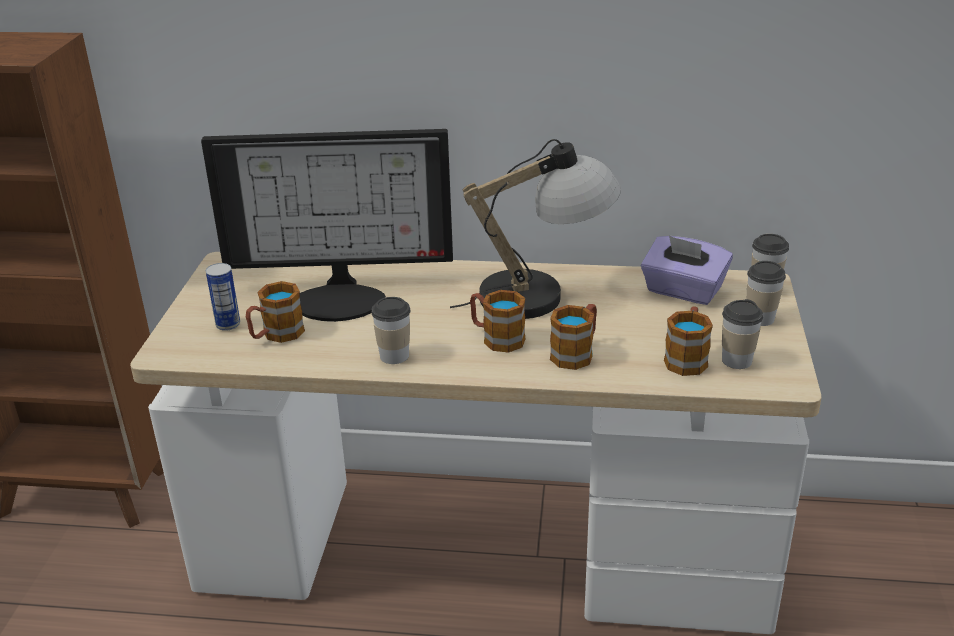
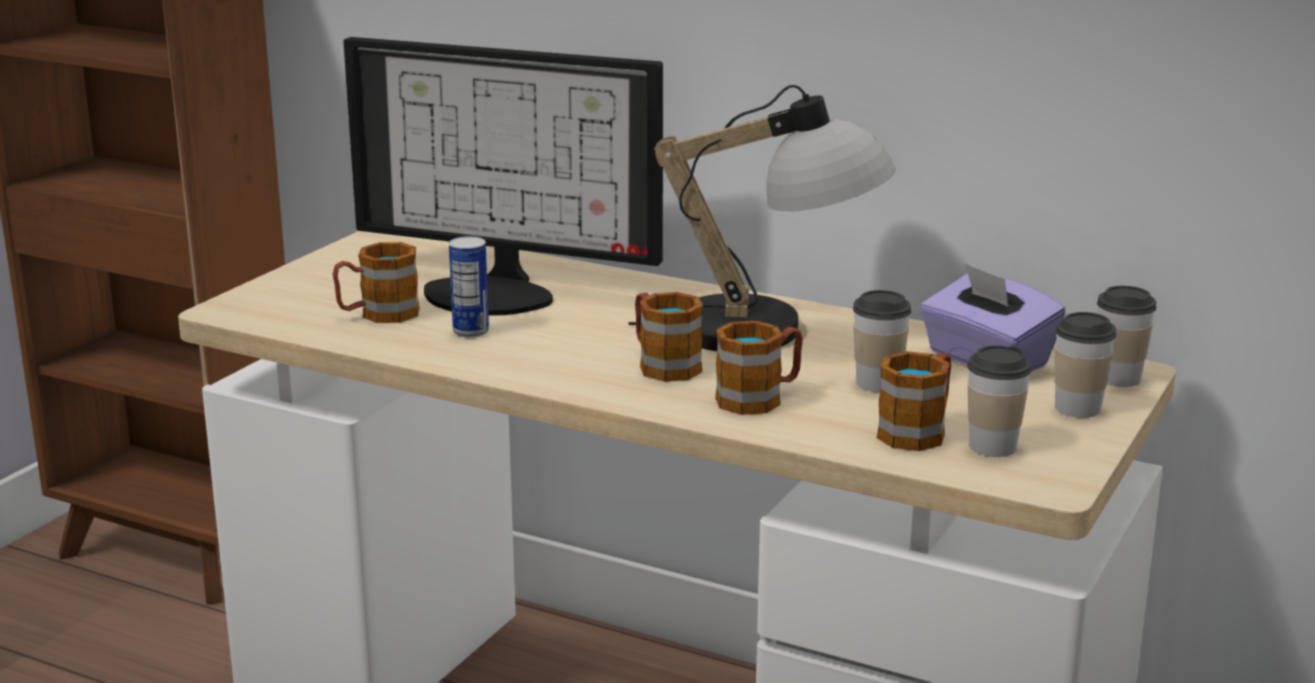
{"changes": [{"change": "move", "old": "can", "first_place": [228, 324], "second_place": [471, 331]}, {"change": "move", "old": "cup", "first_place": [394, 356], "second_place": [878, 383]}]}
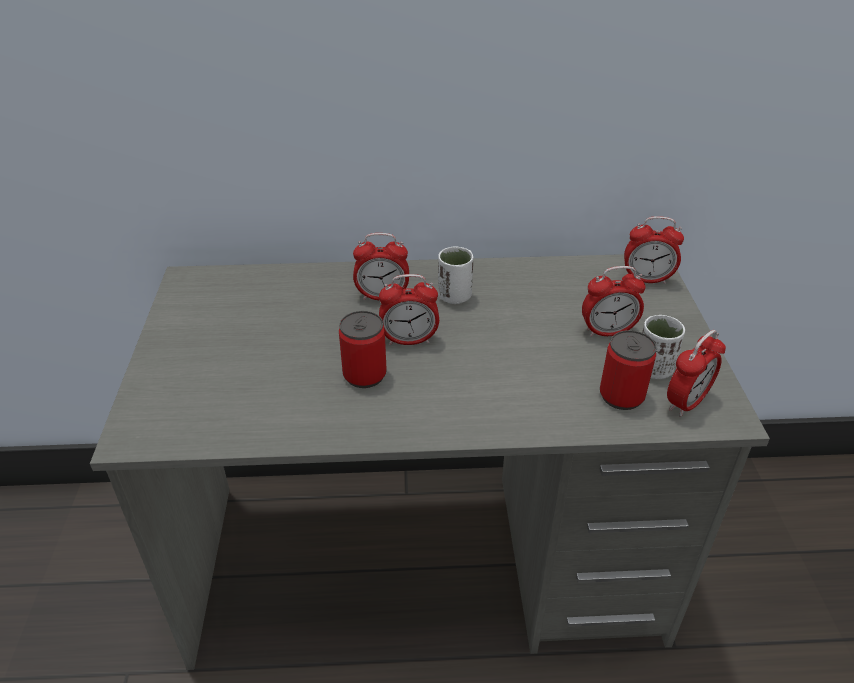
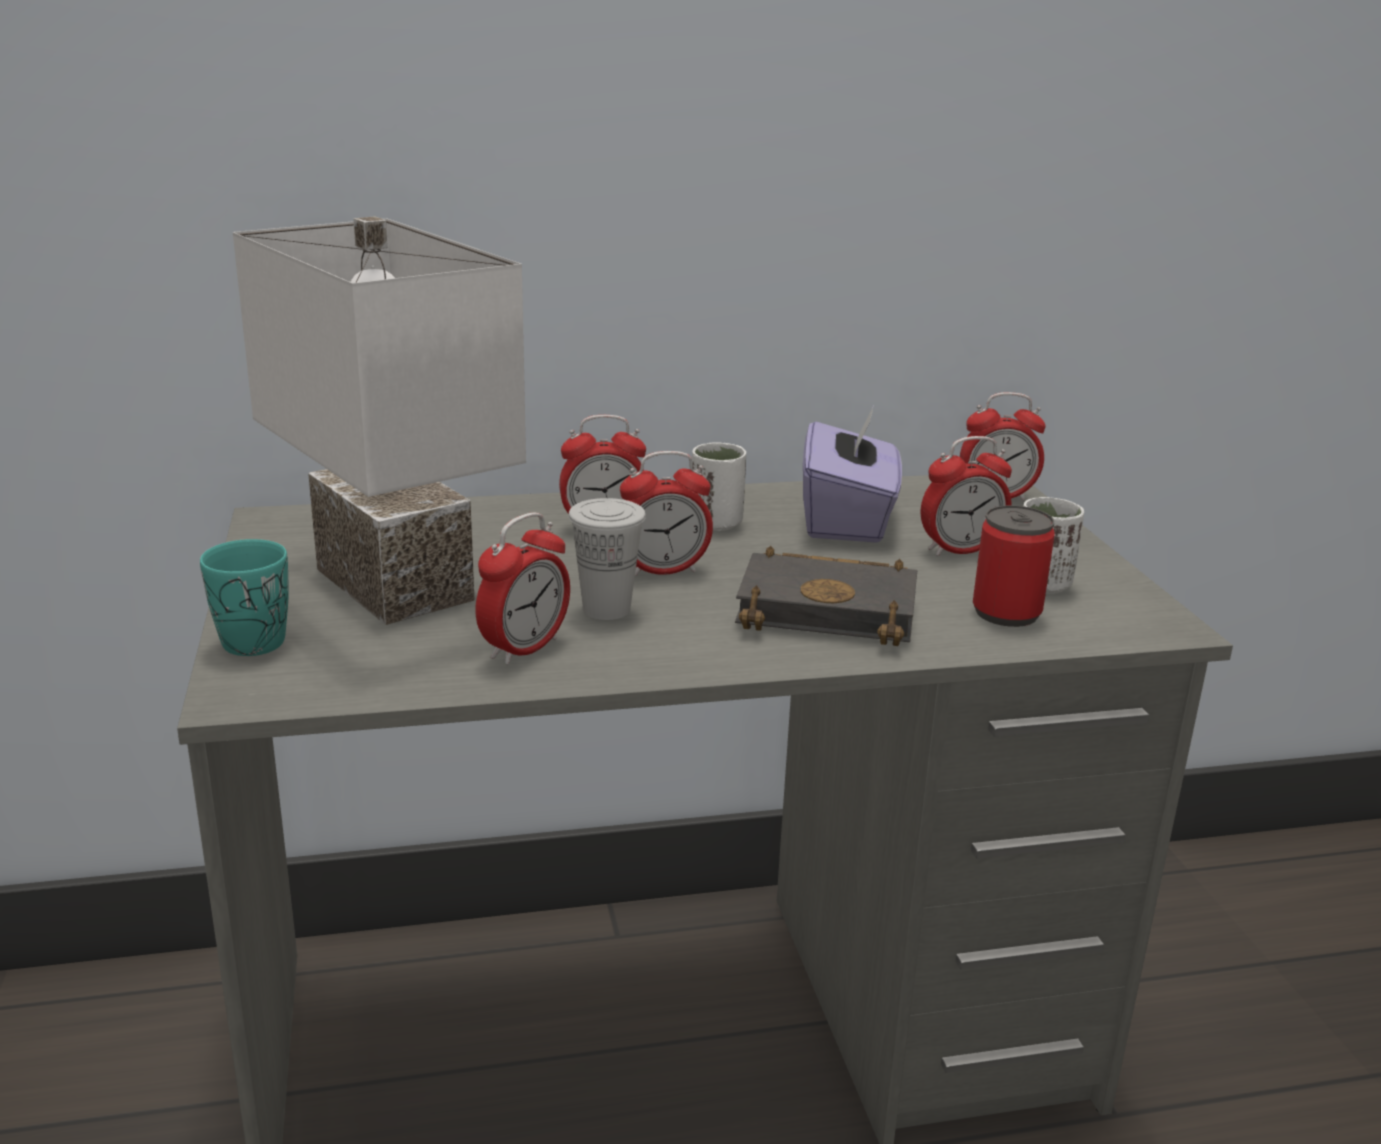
{"changes": [{"change": "insert", "new": "turquoise mug", "second_place": [255, 636]}, {"change": "insert", "new": "white table lamp", "second_place": [403, 583]}, {"change": "insert", "new": "black book", "second_place": [832, 609]}, {"change": "insert", "new": "purple tissue box", "second_place": [847, 520]}, {"change": "move", "old": "alarm clock", "first_place": [686, 402], "second_place": [524, 649]}, {"change": "replace", "old": "can", "new": "white cup", "first_place": [364, 375], "second_place": [606, 609]}]}
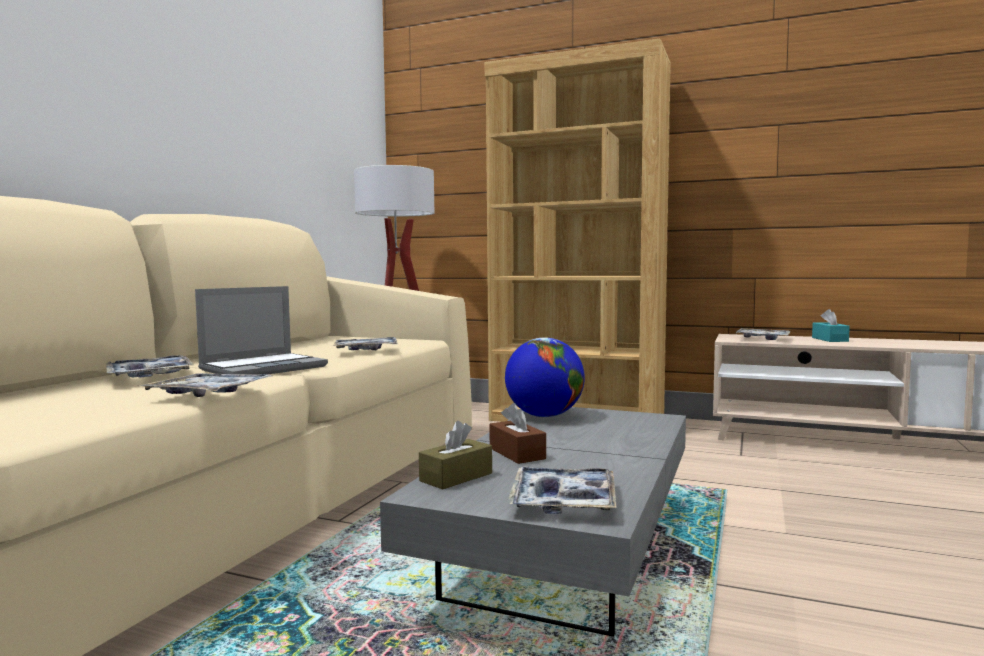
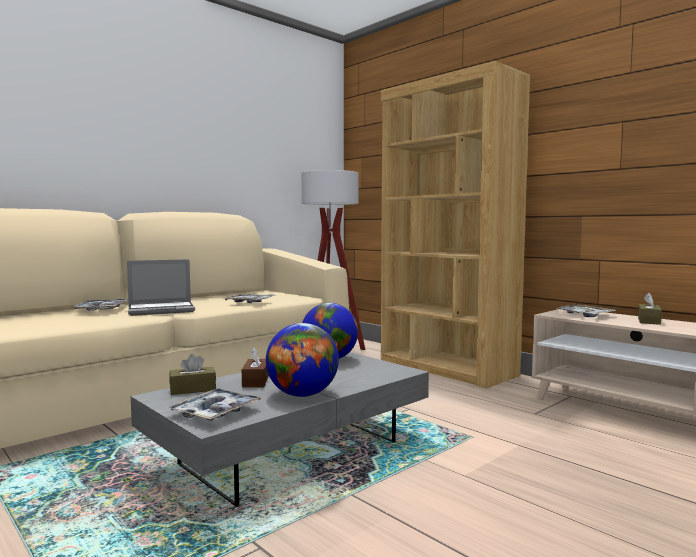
{"changes": [{"change": "delete", "old": "tray", "first_place": [208, 394]}, {"change": "insert", "new": "globe", "second_place": [302, 394]}, {"change": "recolor", "old": "turquoise tissue box", "new": "brown tissue box", "first_place": [829, 339], "second_place": [649, 321]}]}
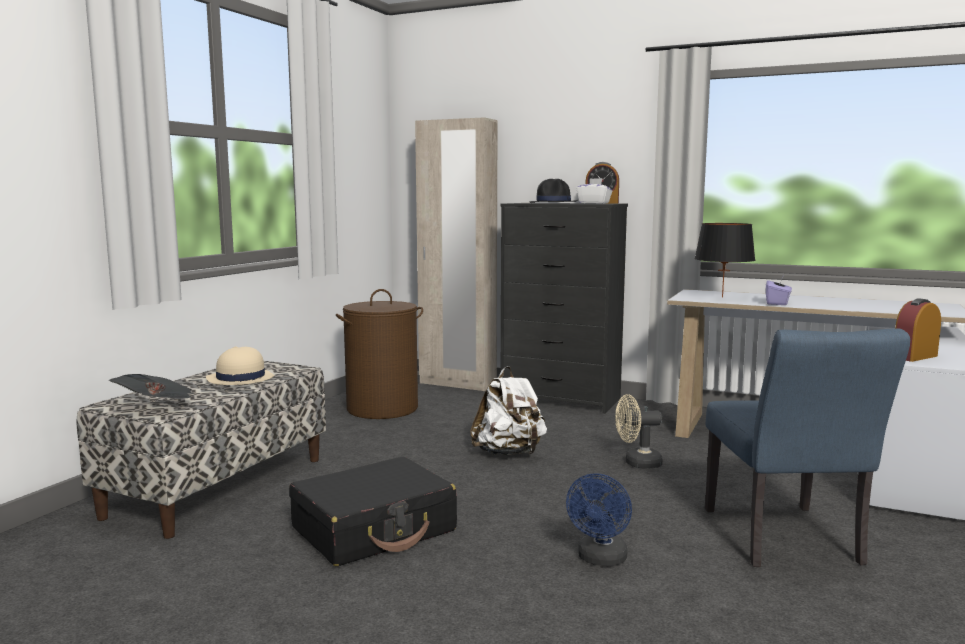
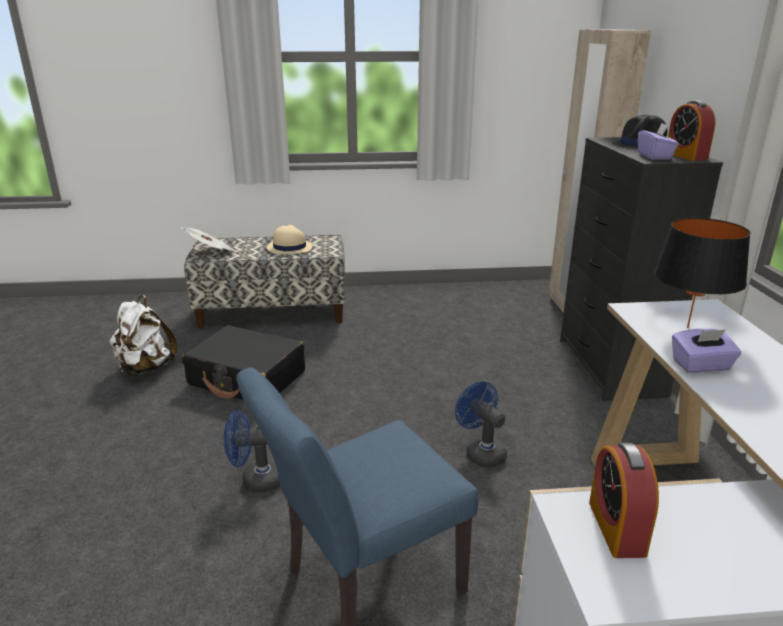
{"changes": [{"change": "delete", "old": "brown laundry basket", "first_place": [382, 409]}, {"change": "move", "old": "white backpack", "first_place": [509, 454], "second_place": [146, 368]}, {"change": "recolor", "old": "white tissue box", "new": "purple tissue box", "first_place": [594, 203], "second_place": [654, 156]}, {"change": "recolor", "old": "beige fan", "new": "blue fan", "first_place": [637, 463], "second_place": [481, 452]}, {"change": "rotate", "old": "alarm clock", "first_place": [915, 357], "second_place": [616, 528], "degrees": -120}]}
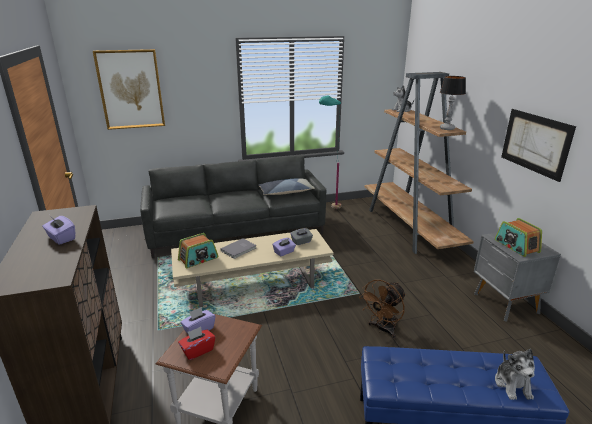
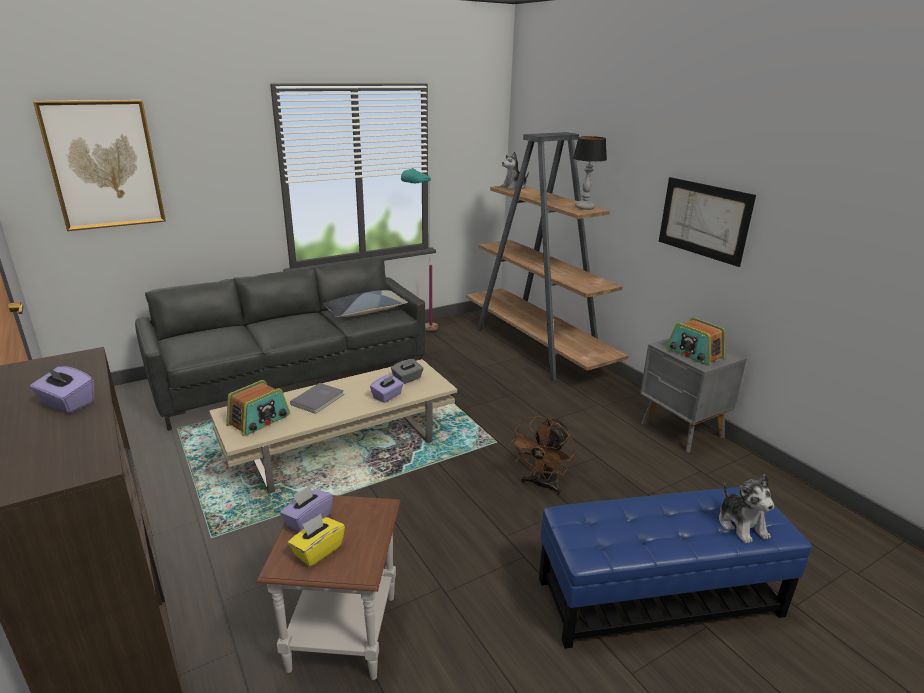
{"changes": [{"change": "recolor", "old": "red tissue box", "new": "yellow tissue box", "first_place": [198, 350], "second_place": [318, 551]}]}
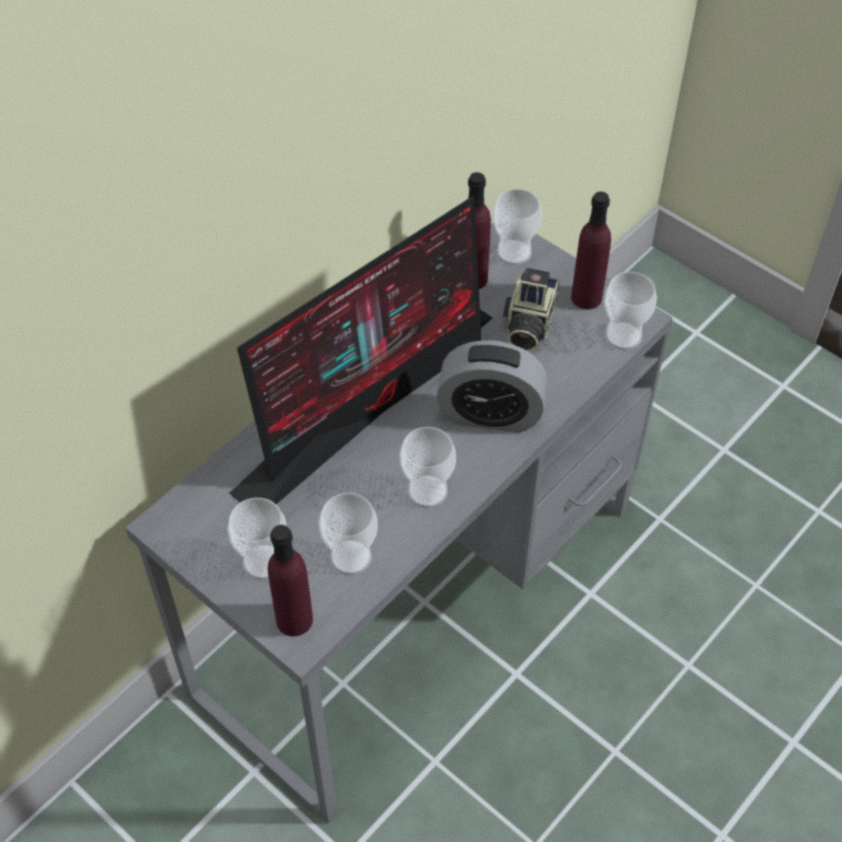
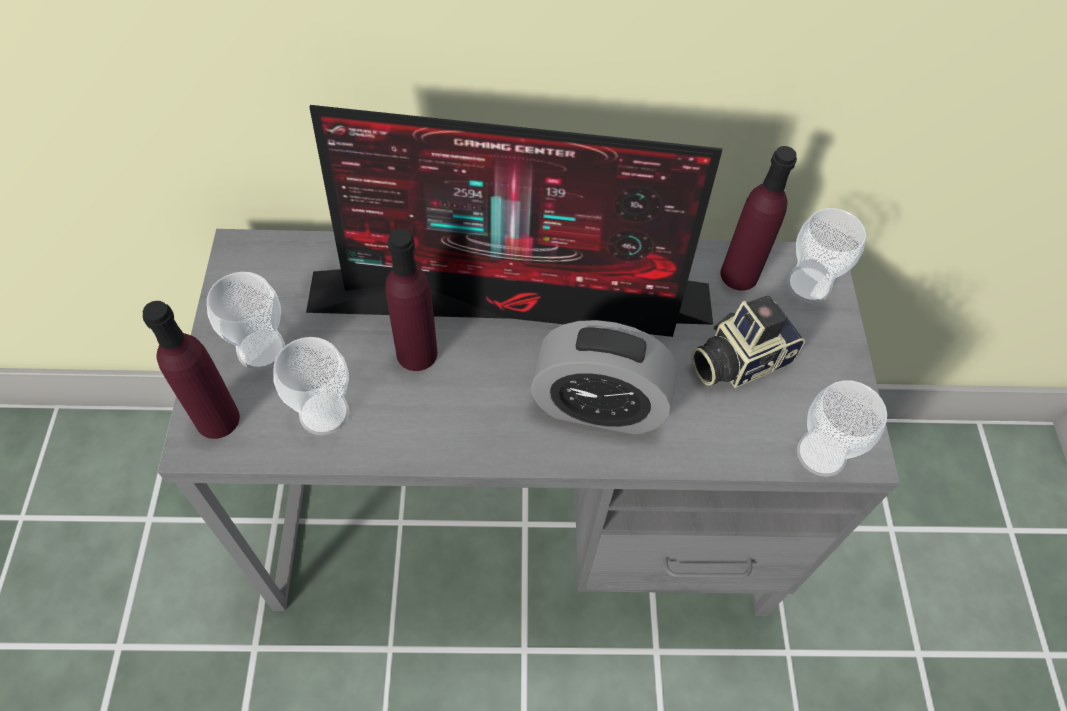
{"changes": [{"change": "delete", "old": "cup", "first_place": [427, 491]}, {"change": "move", "old": "purple bottle", "first_place": [586, 297], "second_place": [417, 353]}, {"change": "rotate", "old": "alarm clock", "first_place": [490, 414], "second_place": [598, 406], "degrees": -45}]}
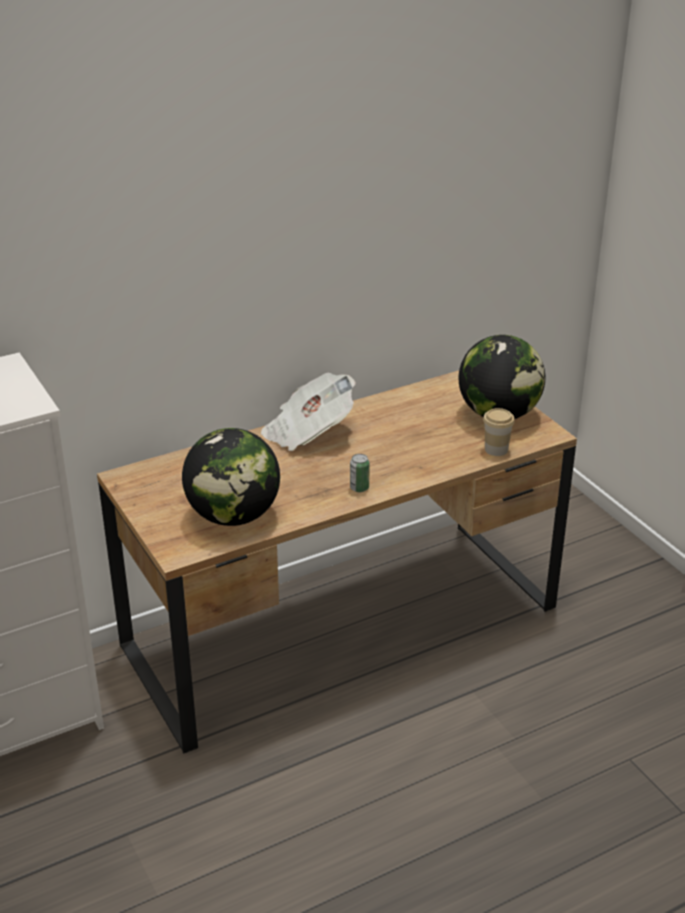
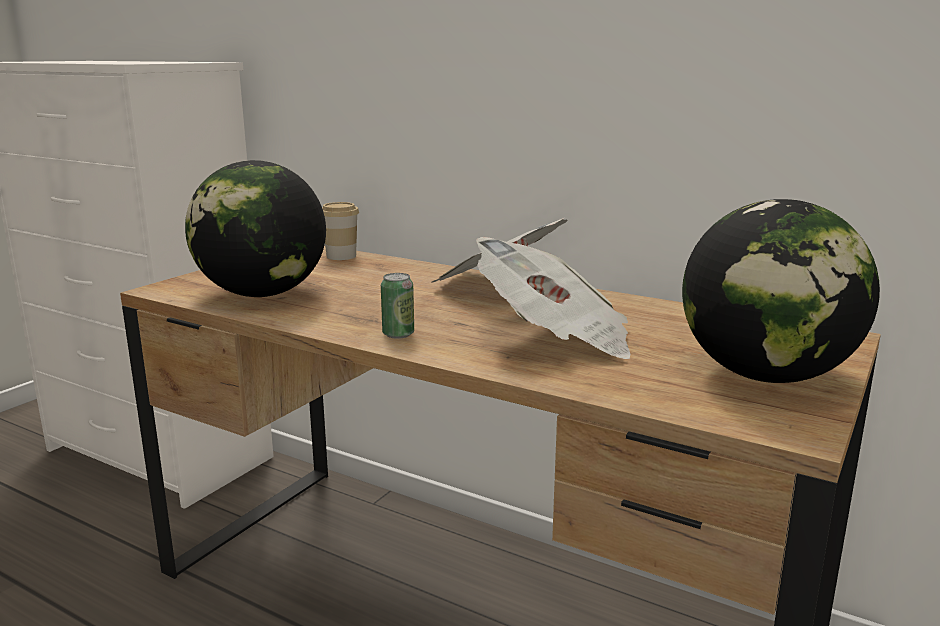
{"changes": [{"change": "insert", "new": "newspaper", "second_place": [556, 338]}, {"change": "move", "old": "cup", "first_place": [496, 449], "second_place": [341, 256]}]}
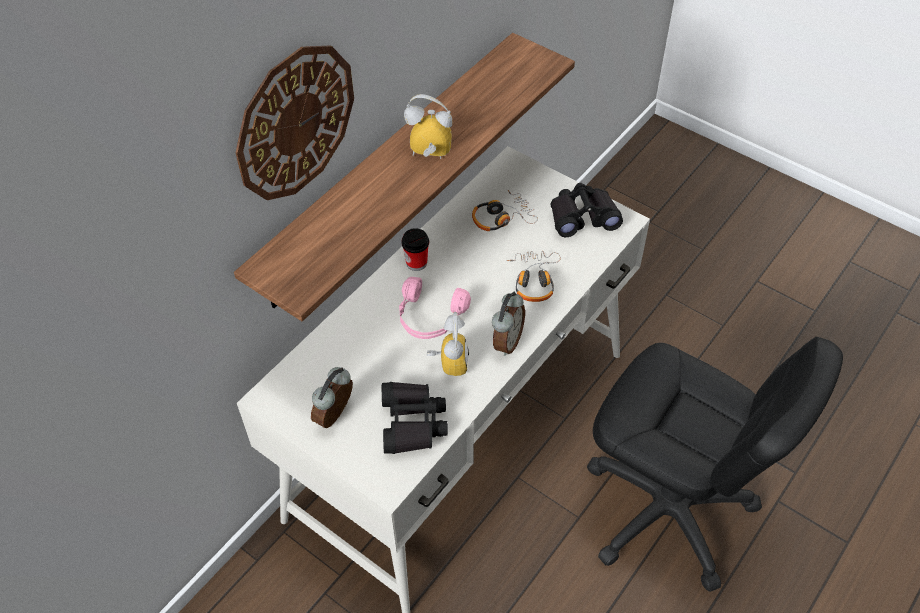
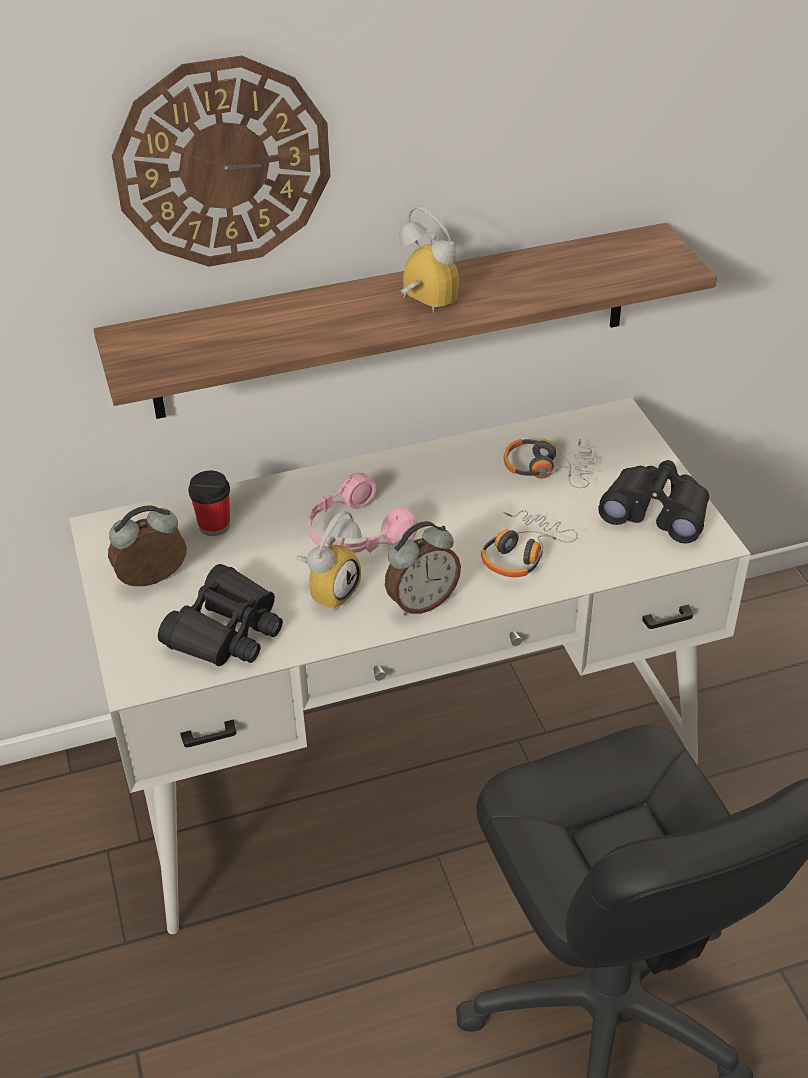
{"changes": [{"change": "move", "old": "cup", "first_place": [416, 263], "second_place": [214, 525]}]}
